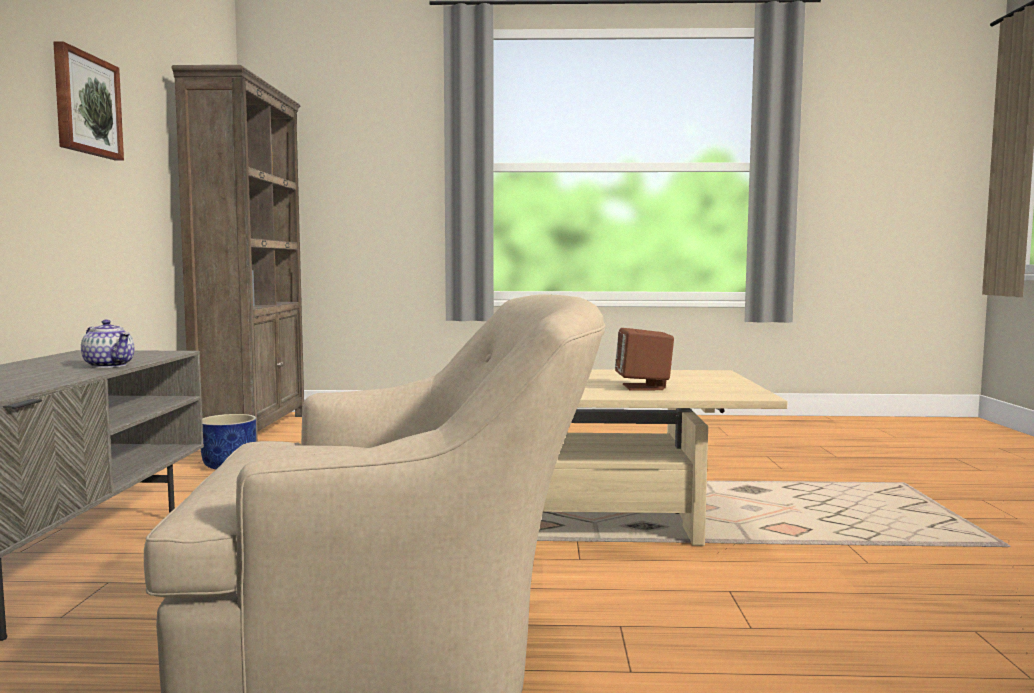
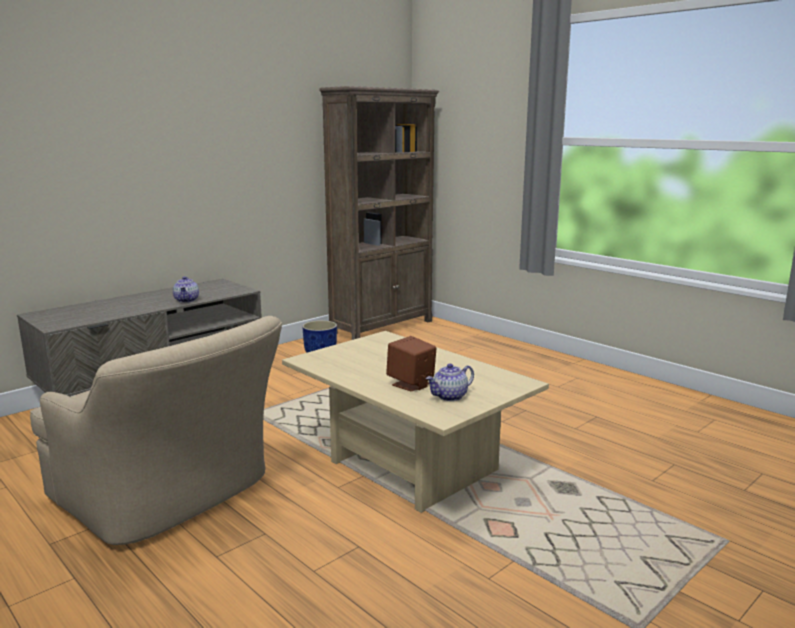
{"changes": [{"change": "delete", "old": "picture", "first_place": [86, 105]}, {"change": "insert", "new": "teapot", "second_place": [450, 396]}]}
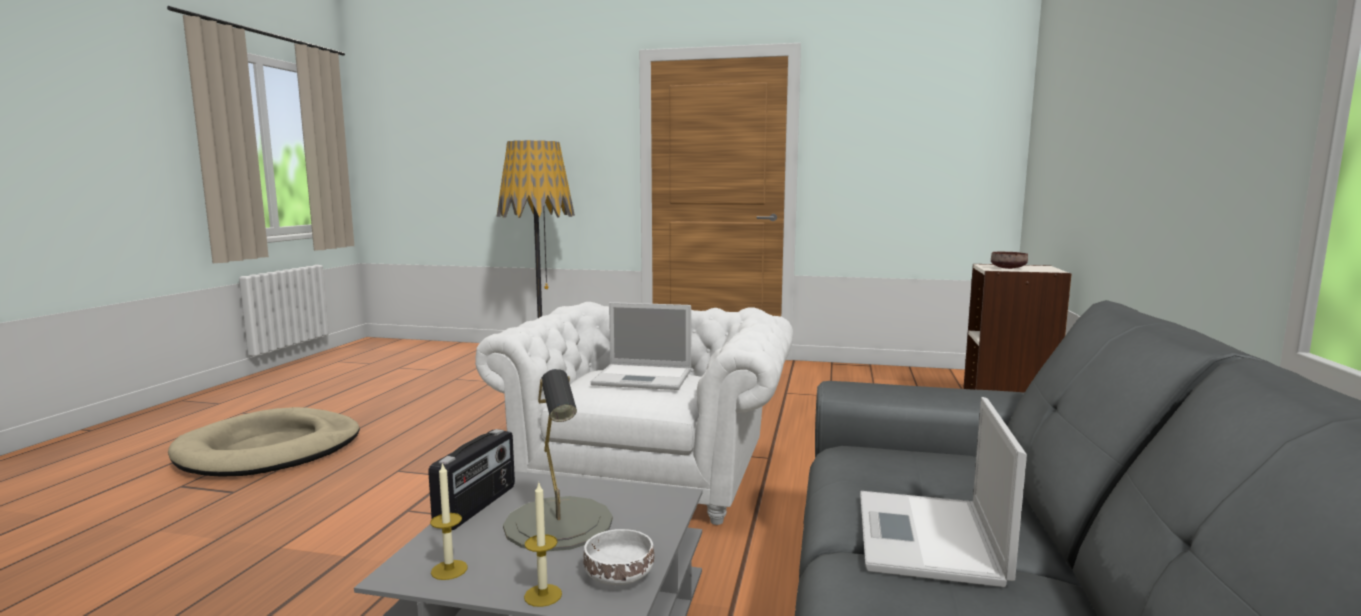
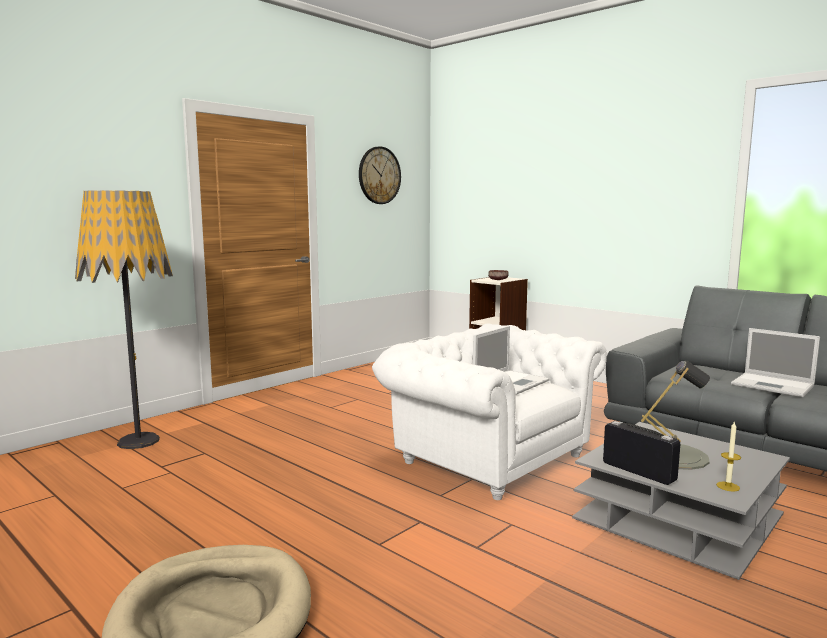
{"changes": [{"change": "delete", "old": "candle", "first_place": [543, 595]}, {"change": "delete", "old": "white bowl", "first_place": [618, 574]}, {"change": "insert", "new": "wall clock", "second_place": [379, 175]}]}
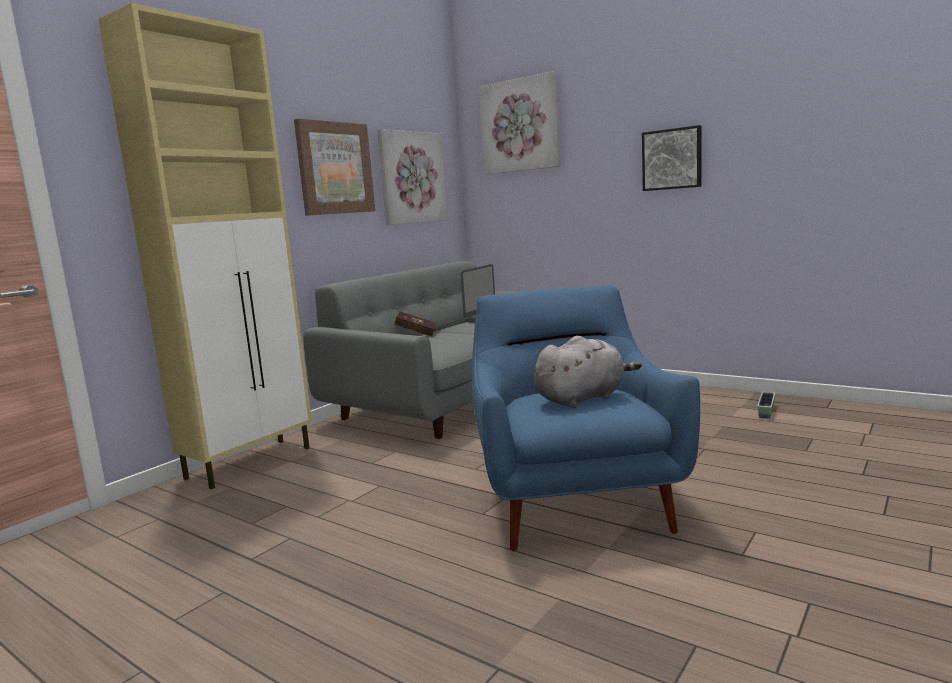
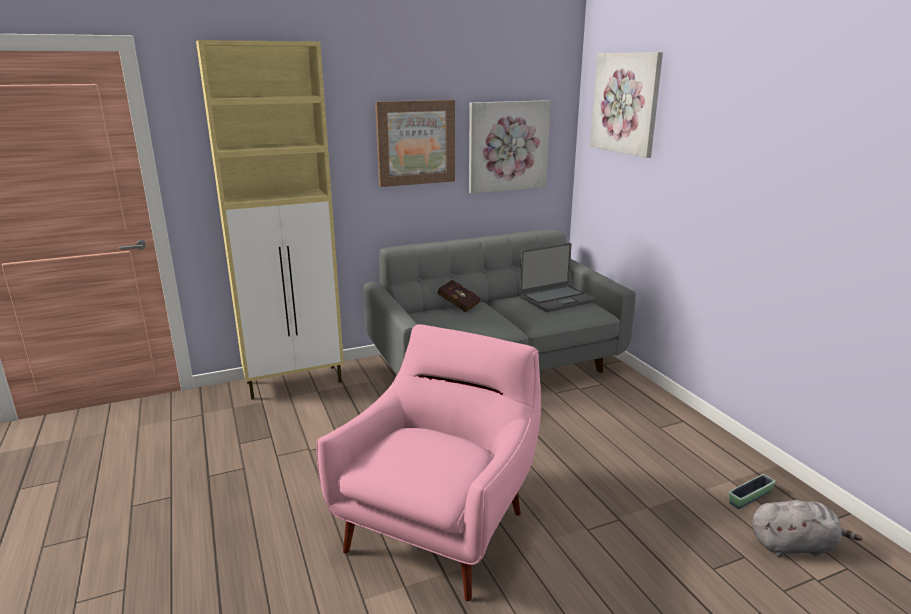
{"changes": [{"change": "delete", "old": "picture", "first_place": [672, 159]}, {"change": "move", "old": "grey plush toy", "first_place": [583, 398], "second_place": [794, 545]}, {"change": "recolor", "old": "blue armchair", "new": "pink armchair", "first_place": [574, 501], "second_place": [440, 526]}]}
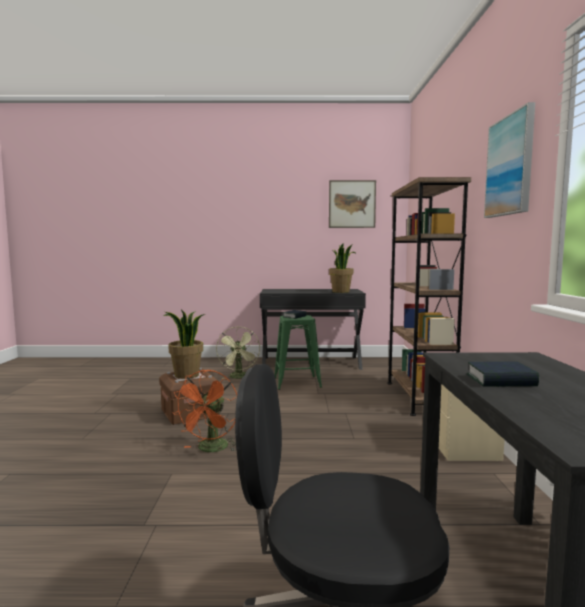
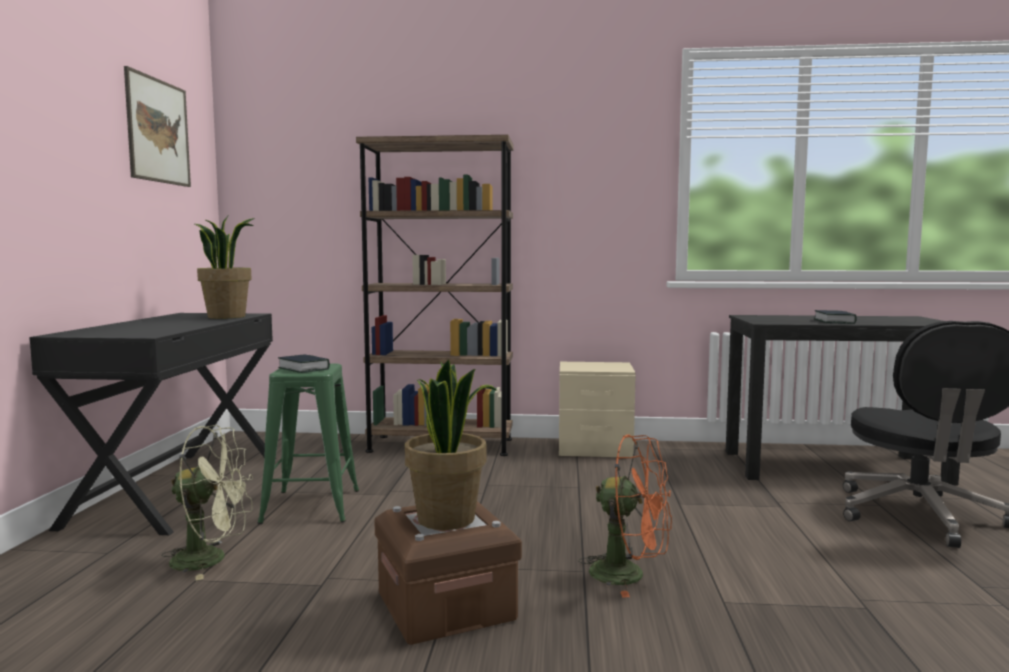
{"changes": [{"change": "delete", "old": "picture", "first_place": [510, 166]}]}
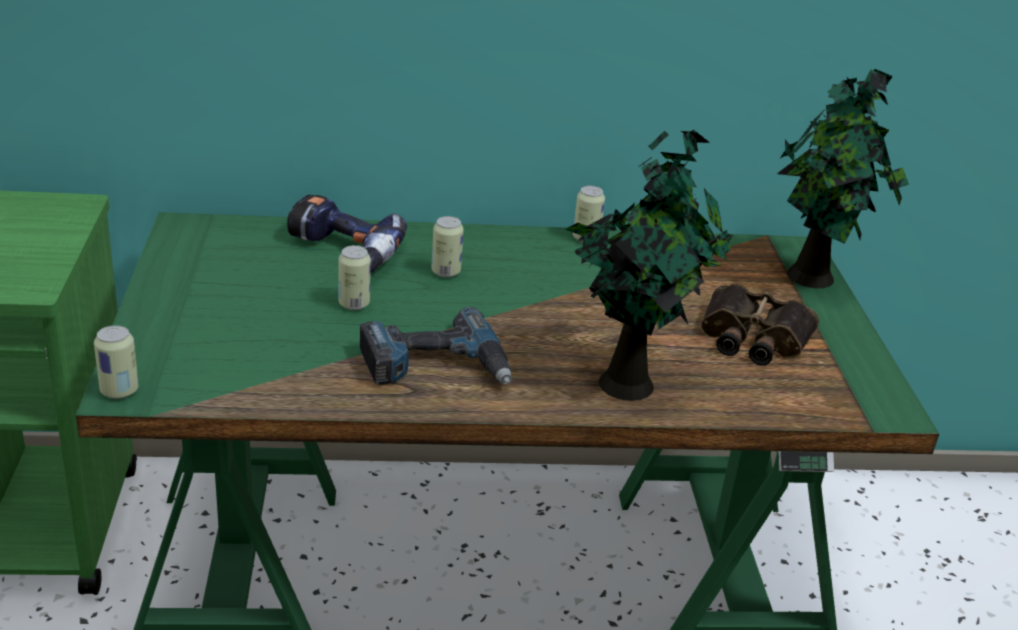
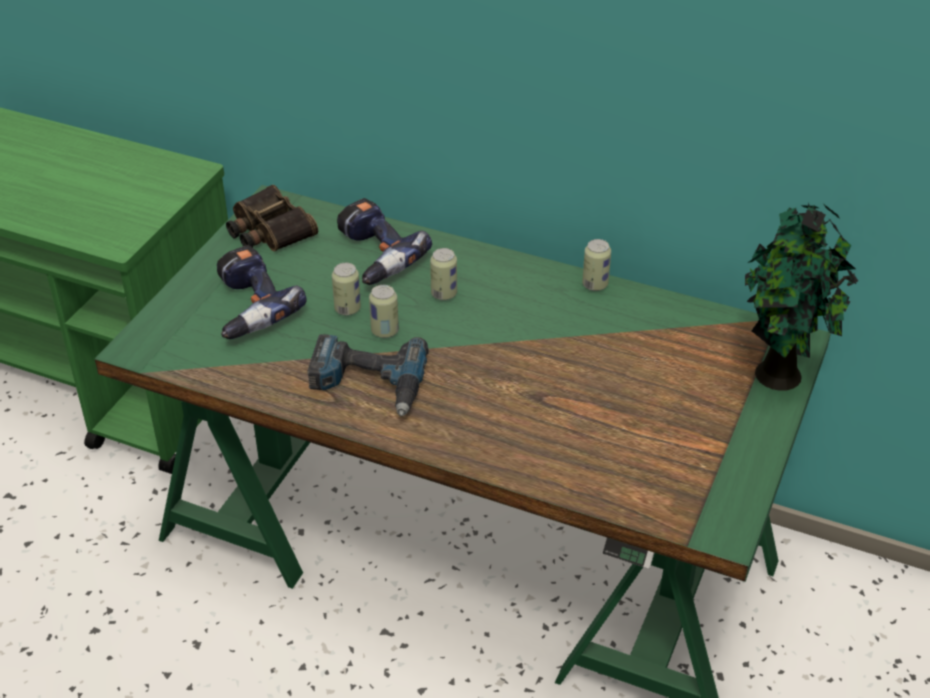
{"changes": [{"change": "delete", "old": "potted plant", "first_place": [628, 381]}, {"change": "insert", "new": "power drill", "second_place": [247, 307]}, {"change": "move", "old": "can", "first_place": [119, 391], "second_place": [384, 331]}, {"change": "move", "old": "binoculars", "first_place": [752, 338], "second_place": [268, 230]}]}
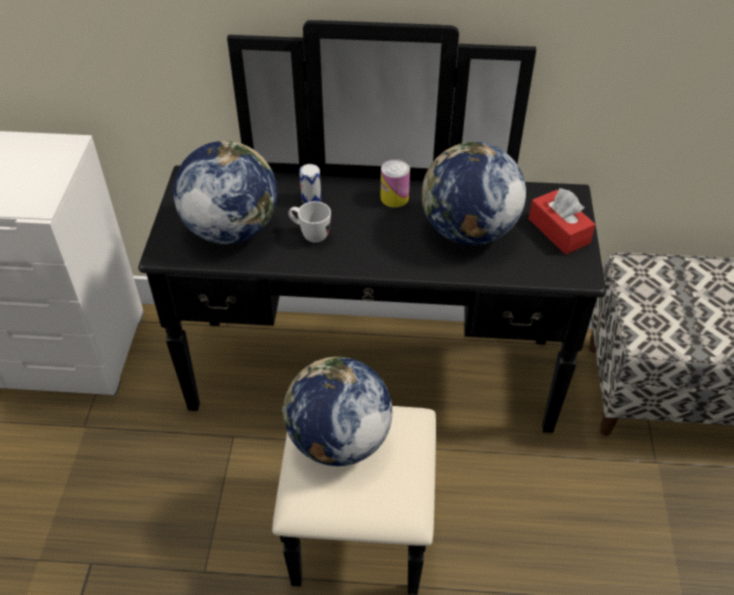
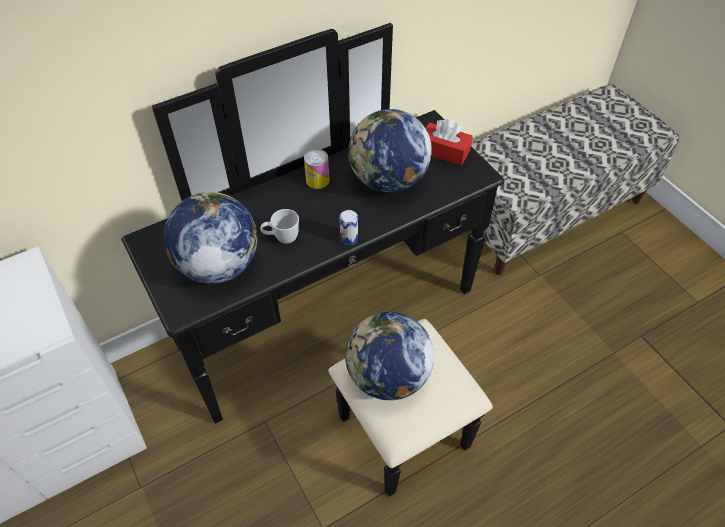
{"changes": [{"change": "move", "old": "can", "first_place": [311, 199], "second_place": [349, 238]}]}
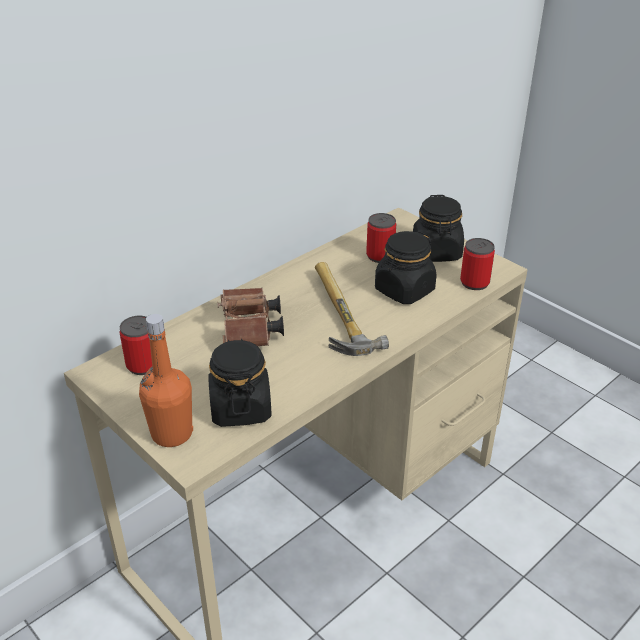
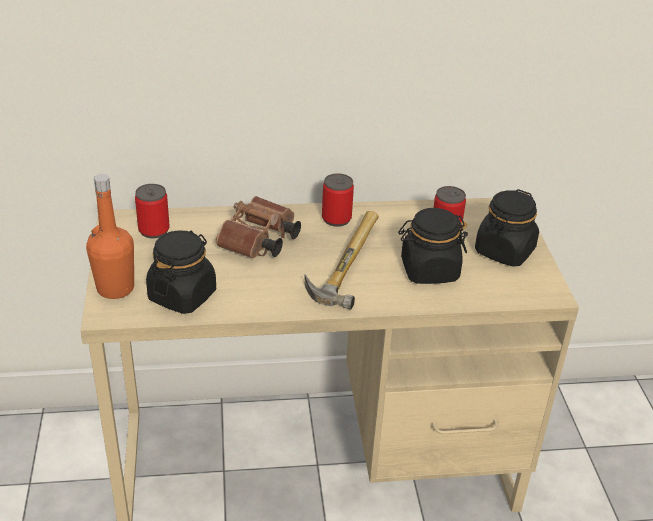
{"changes": [{"change": "move", "old": "can", "first_place": [474, 283], "second_place": [336, 219]}]}
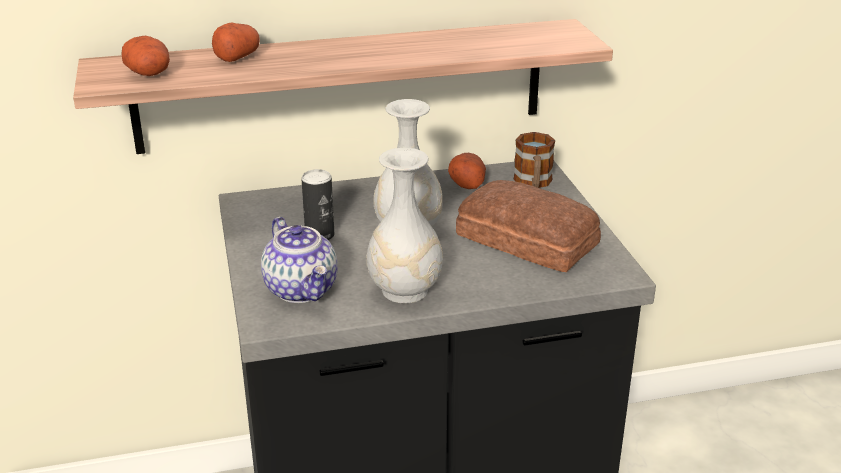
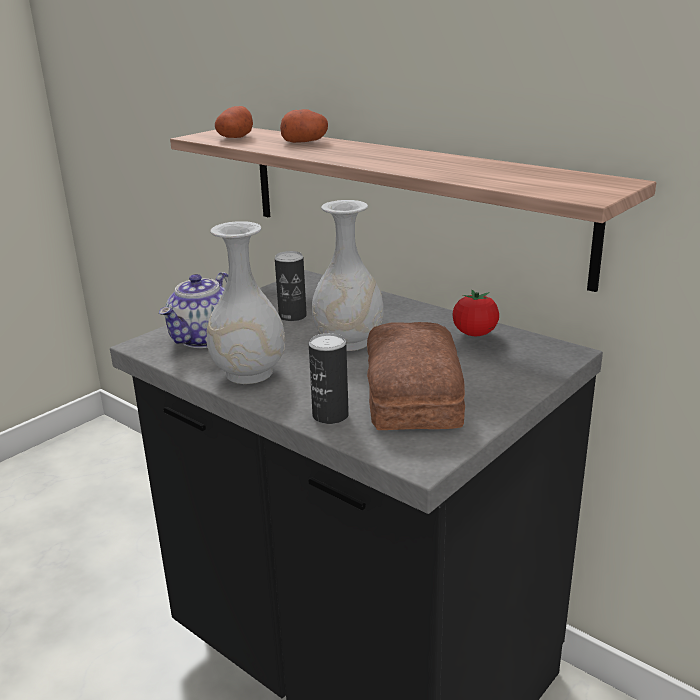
{"changes": [{"change": "delete", "old": "mug", "first_place": [533, 183]}, {"change": "insert", "new": "can", "second_place": [330, 415]}, {"change": "replace", "old": "potato", "new": "tomato", "first_place": [466, 182], "second_place": [474, 334]}]}
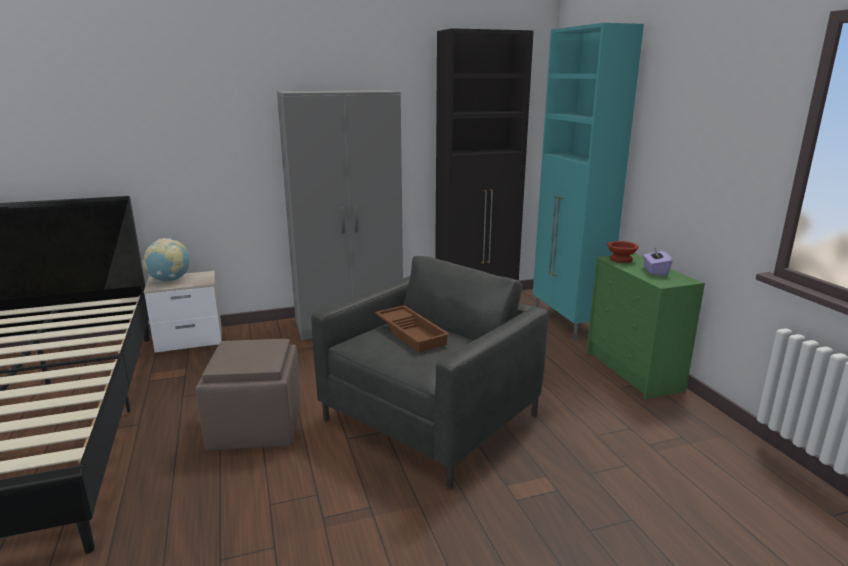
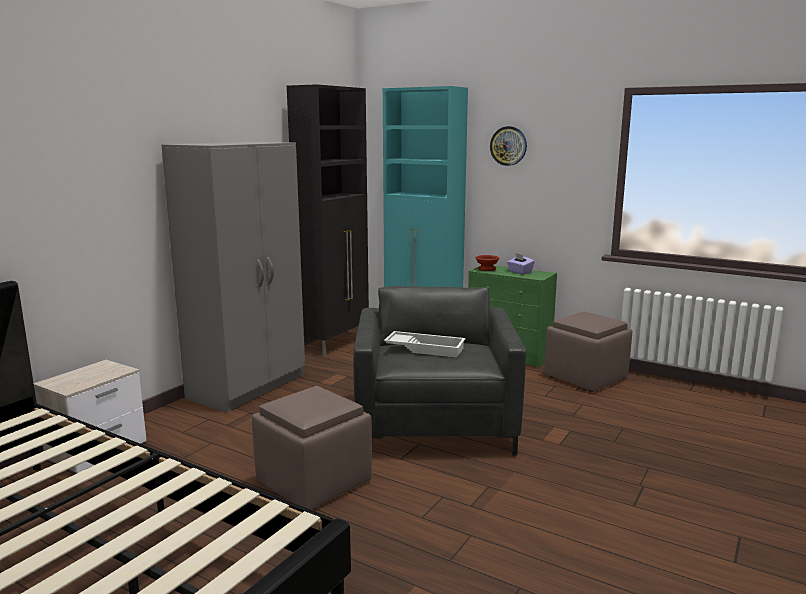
{"changes": [{"change": "delete", "old": "globe", "first_place": [169, 280]}, {"change": "insert", "new": "wall clock", "second_place": [508, 146]}, {"change": "insert", "new": "brown ottoman", "second_place": [586, 377]}, {"change": "recolor", "old": "brown tray", "new": "white tray", "first_place": [412, 333], "second_place": [425, 348]}]}
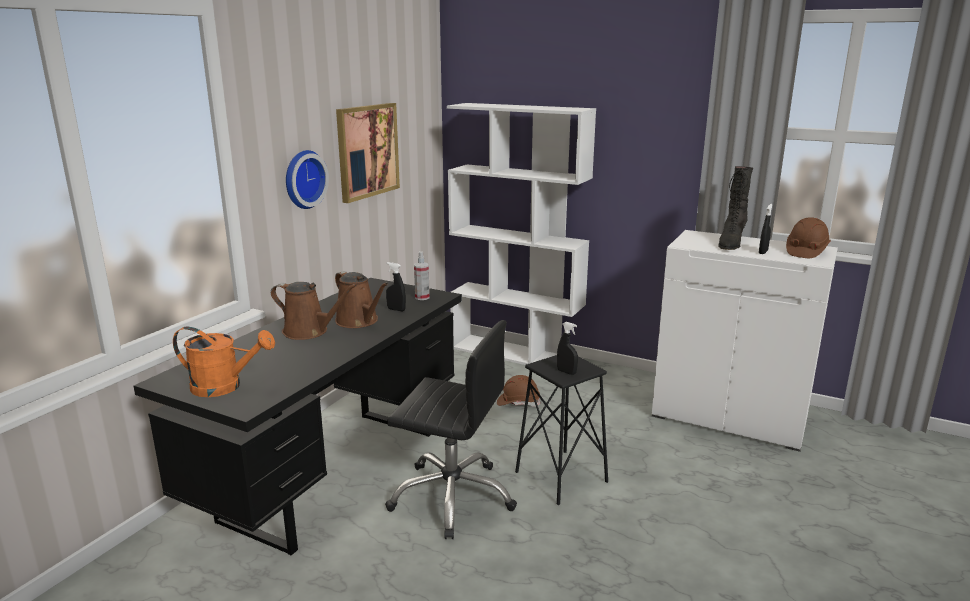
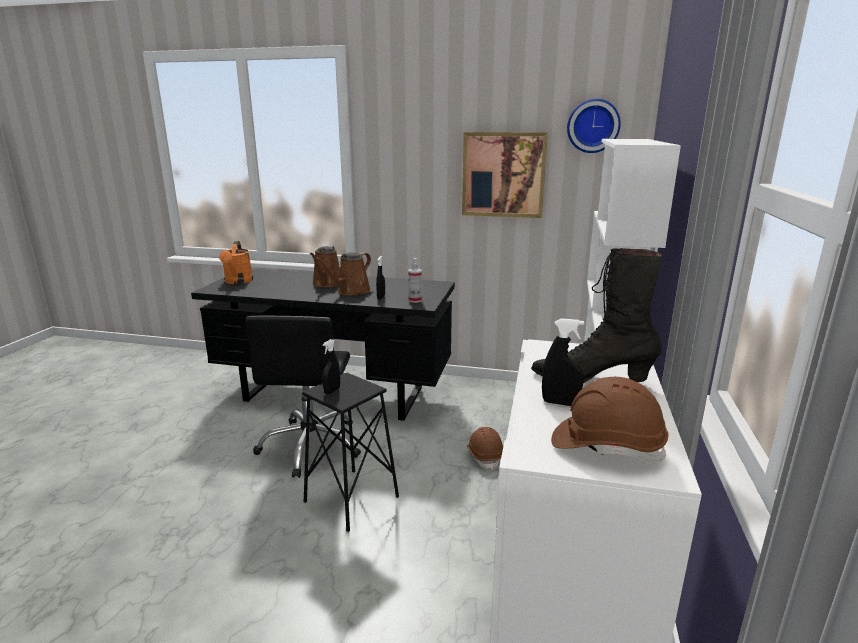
{"changes": [{"change": "move", "old": "wall clock", "first_place": [302, 179], "second_place": [593, 126]}]}
